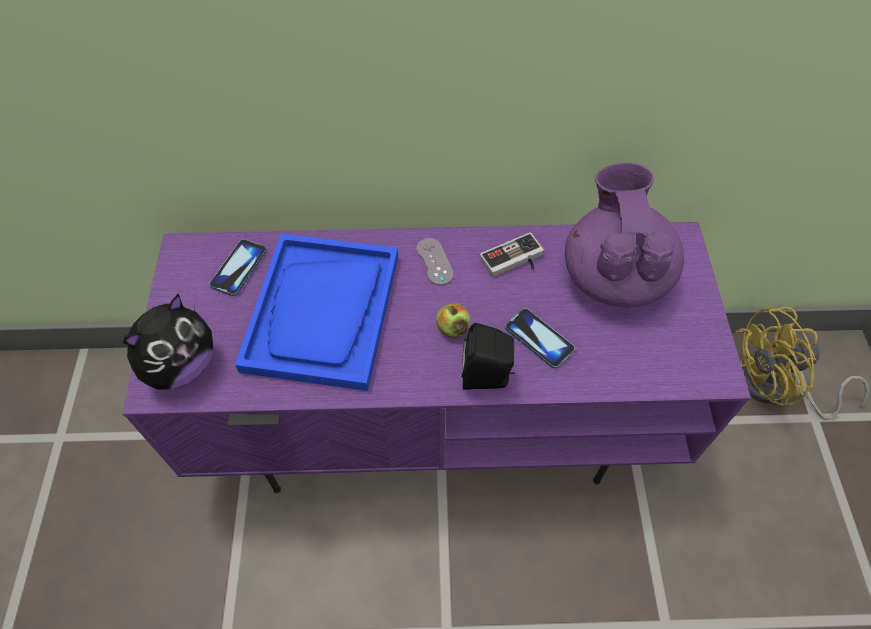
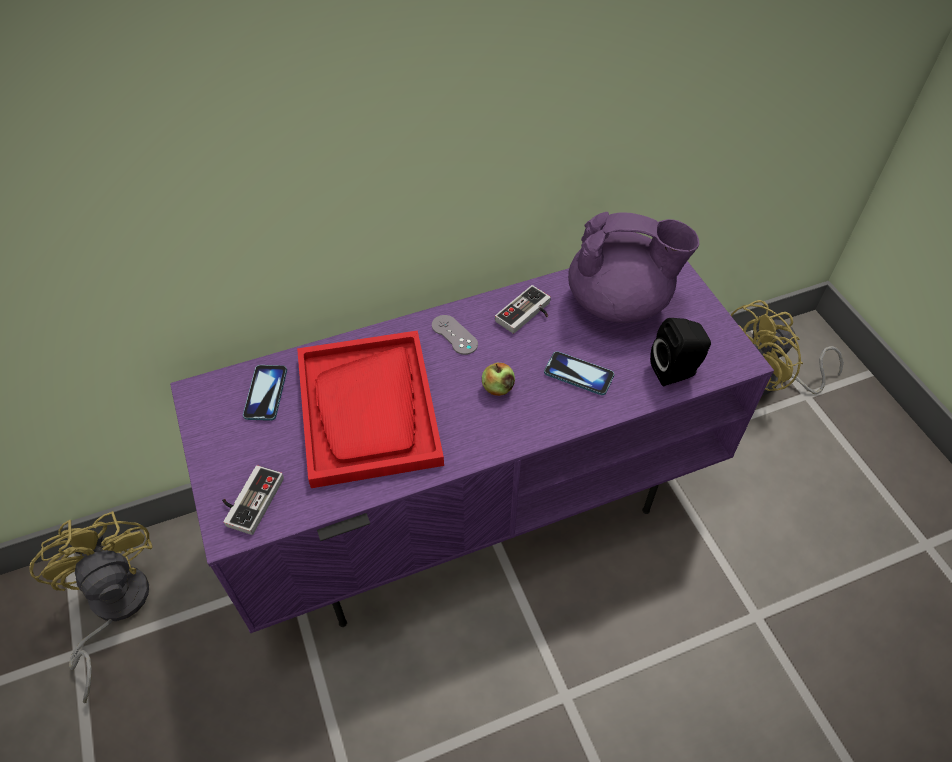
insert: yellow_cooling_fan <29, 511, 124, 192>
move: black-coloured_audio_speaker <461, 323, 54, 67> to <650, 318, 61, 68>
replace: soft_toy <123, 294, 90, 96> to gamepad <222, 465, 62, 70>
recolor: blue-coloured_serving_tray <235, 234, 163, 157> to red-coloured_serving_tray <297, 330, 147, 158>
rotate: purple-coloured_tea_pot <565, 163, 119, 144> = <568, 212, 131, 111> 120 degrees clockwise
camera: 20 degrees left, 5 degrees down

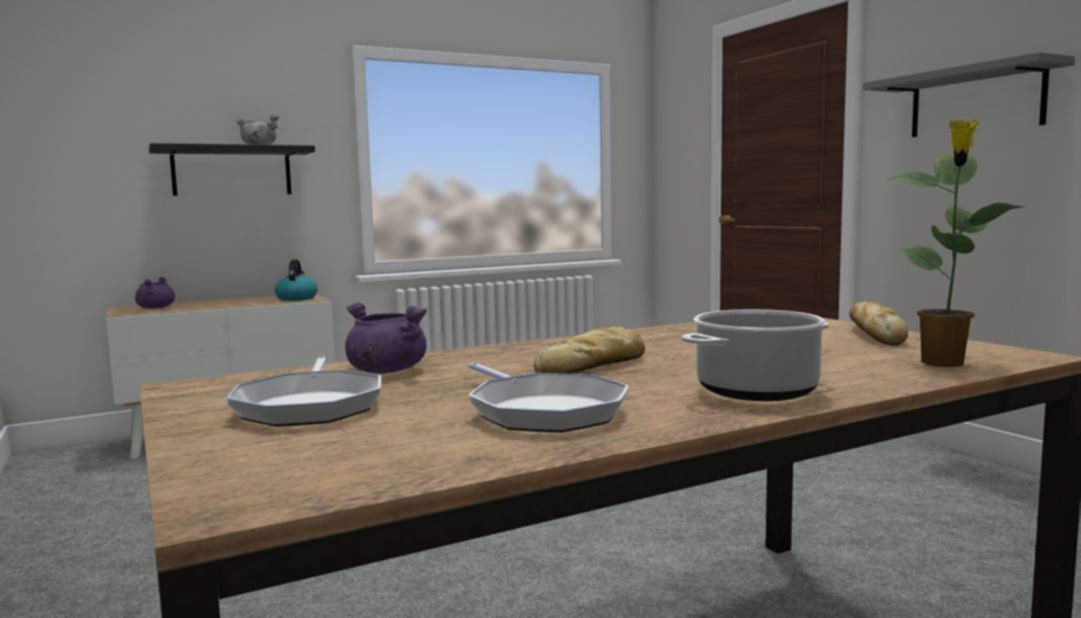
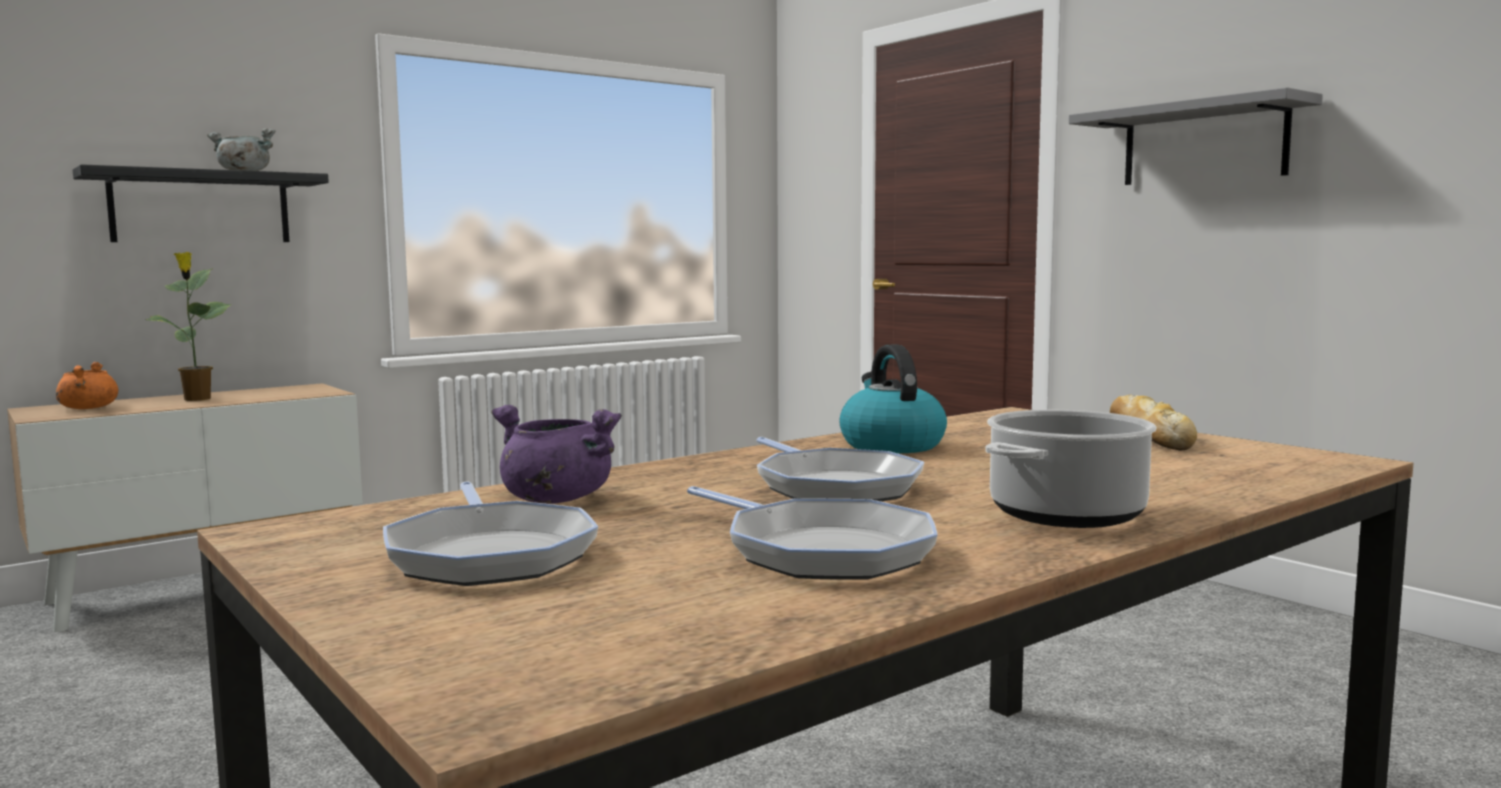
move: tea_kettle <275, 260, 43, 41> to <839, 345, 108, 108>; plant_in_a_pot <886, 120, 139, 247> to <146, 252, 85, 149>
replace: baked_bread <534, 326, 111, 48> to pan <756, 437, 168, 64>
recolor: purple-coloured_stockpot <135, 277, 40, 32> to orange_stockpot <56, 362, 62, 47>
camera: 10 degrees left, 0 degrees up

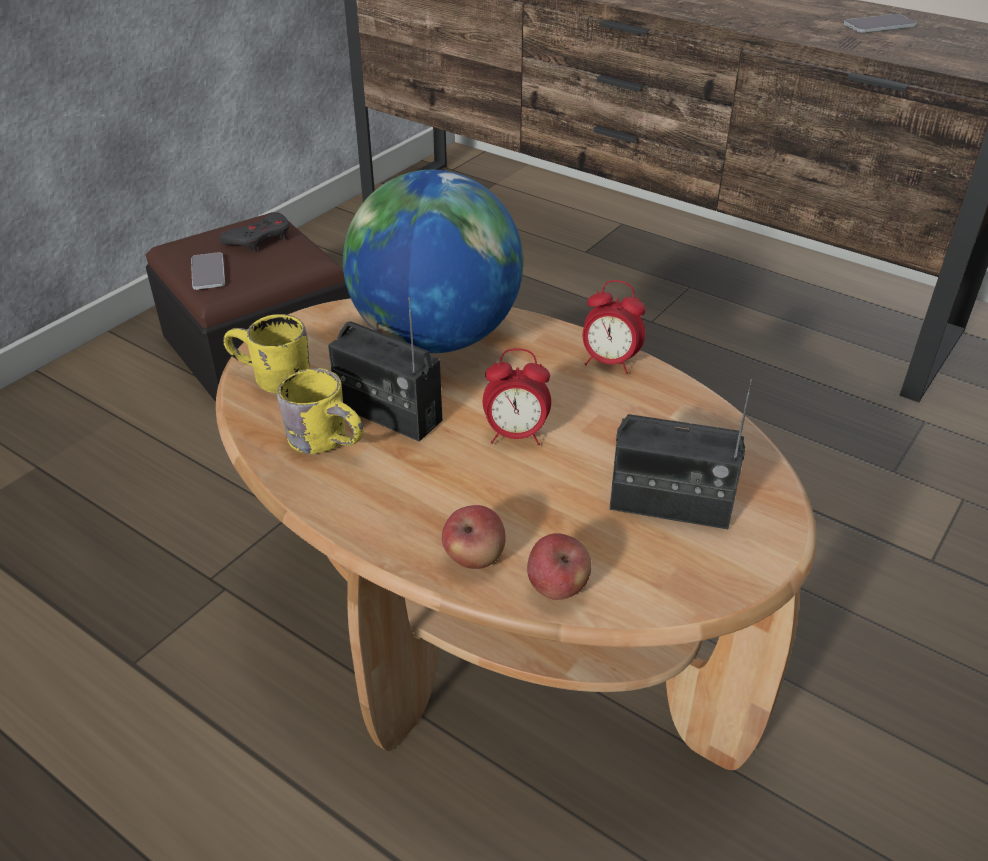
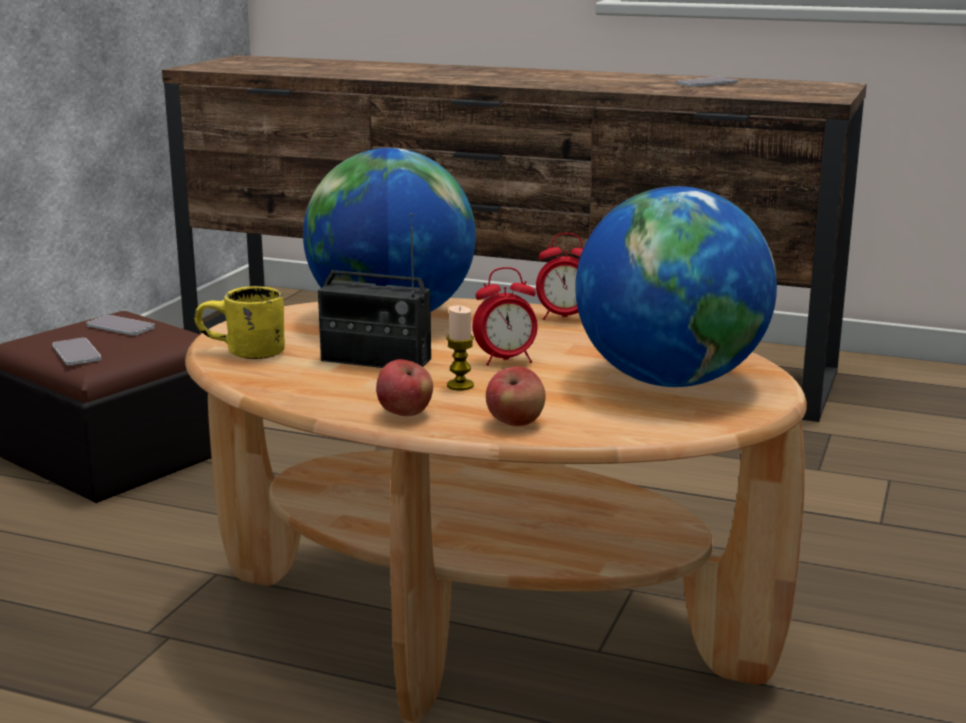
delete: yellow_tea_mug <277, 368, 87, 86>
insert: candle <446, 306, 28, 84>
move: apple <527, 533, 65, 67> to <376, 359, 57, 57>
replace: gray_gamepad <220, 213, 69, 39> to handset <86, 315, 69, 21>; radio_receiver <609, 379, 144, 150> to globe <575, 186, 202, 201>
camera: 15 degrees left, 20 degrees down

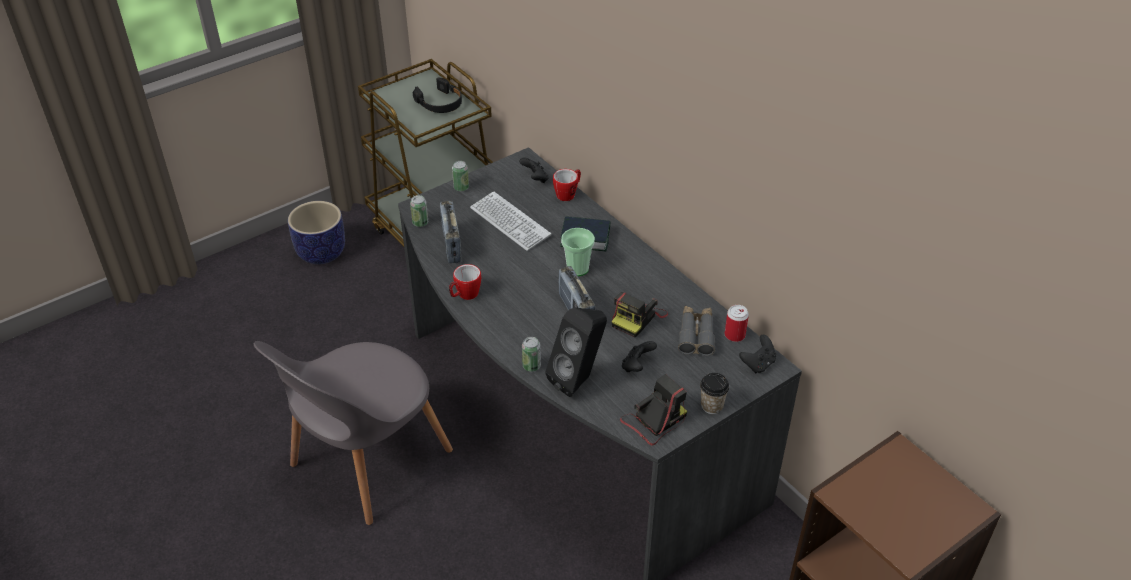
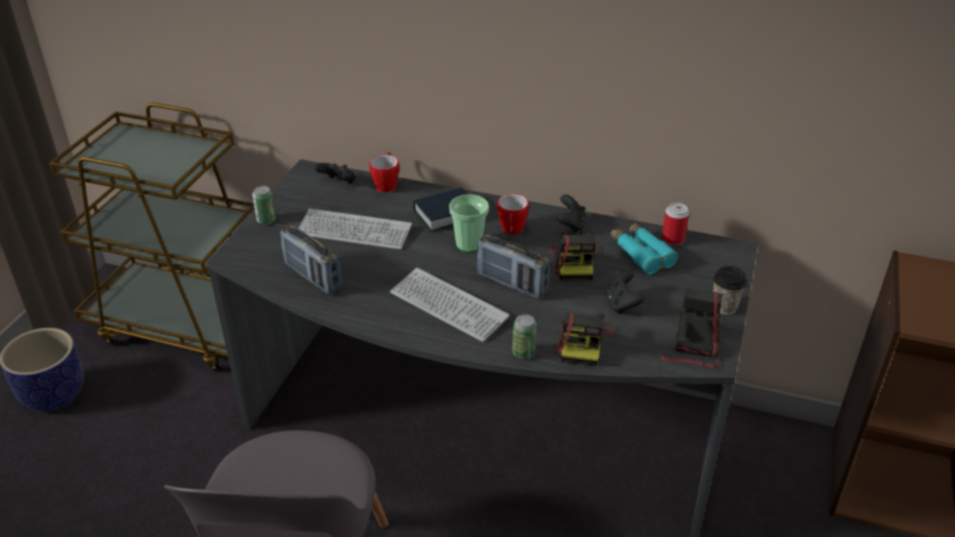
delete: sealed_can <410, 195, 18, 32>; black-coloured_headset <413, 77, 49, 36>
insert: computer_keyboard <390, 268, 120, 74>
move: tea_mug <449, 264, 32, 36> to <497, 194, 32, 40>; black-coloured_gamepad <739, 335, 37, 38> to <557, 195, 29, 38>
replace: black-coloured_audio_speaker <546, 308, 61, 89> to still_camera <557, 312, 57, 54>
recolor: gray_binoculars <678, 306, 37, 50> to turquoise_binoculars <611, 223, 67, 51>
camera: 35 degrees left, 5 degrees down

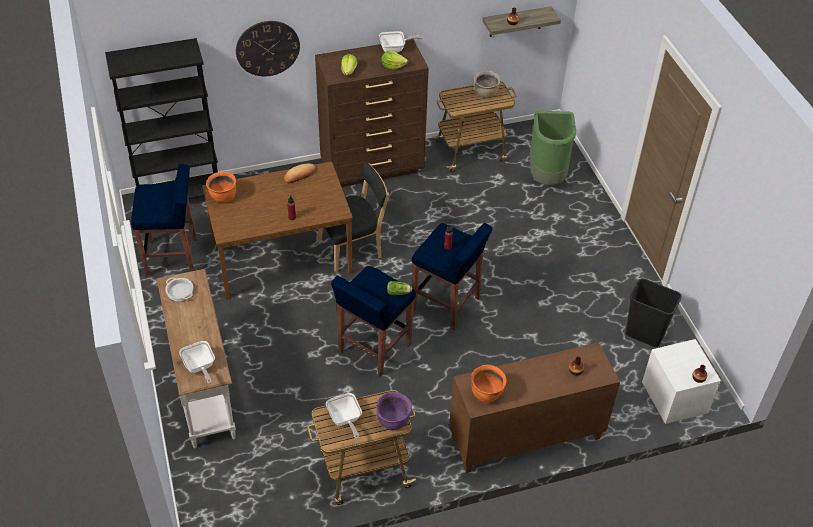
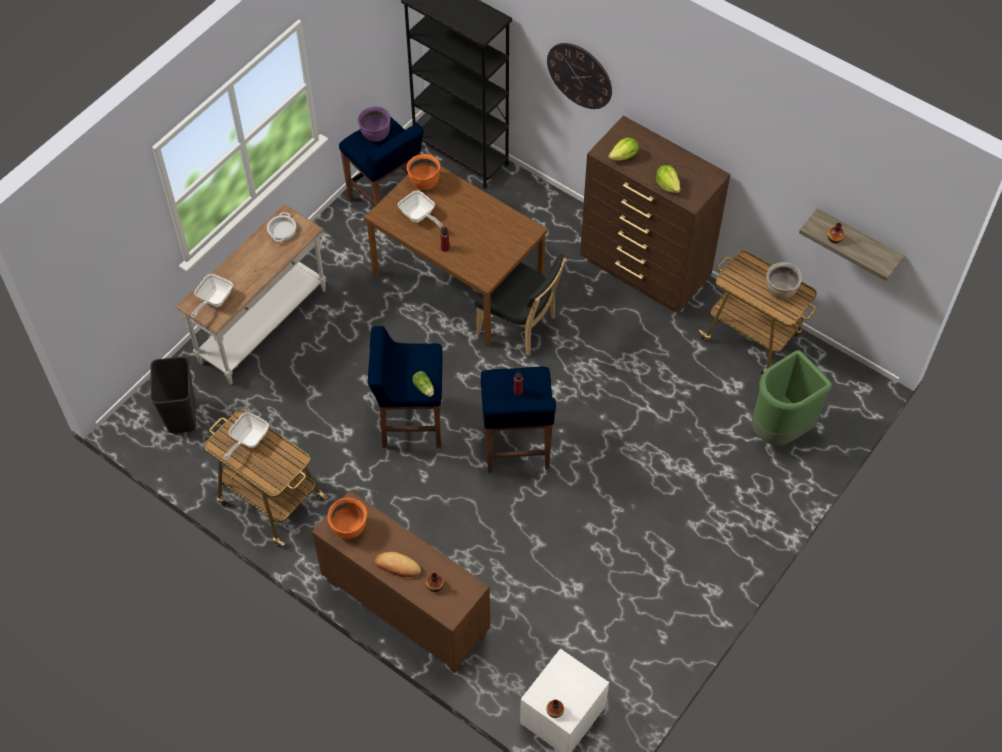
move: baked_bread <284, 164, 31, 19> to <375, 552, 46, 25>; purple-coloured_stockpot <376, 392, 36, 38> to <358, 106, 32, 36>; pan <379, 31, 43, 22> to <398, 190, 44, 37>; black-coloured_trash_can <626, 278, 56, 69> to <150, 357, 46, 76>
camera: 55 degrees right, 10 degrees up

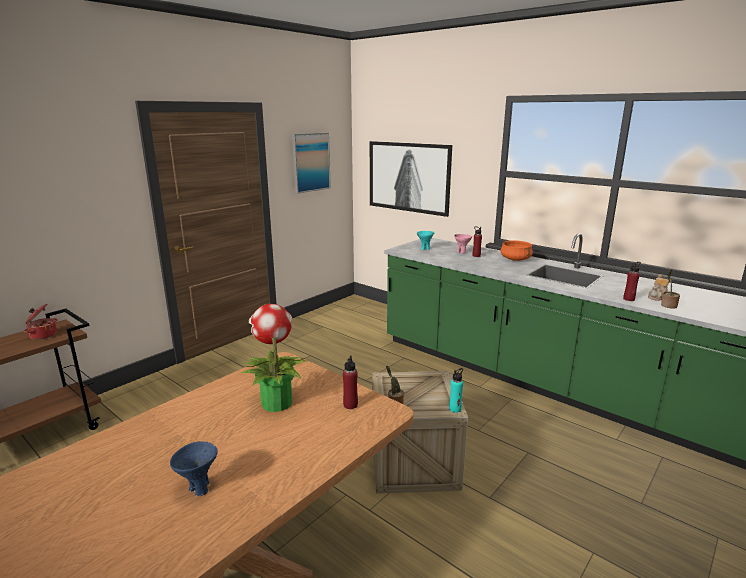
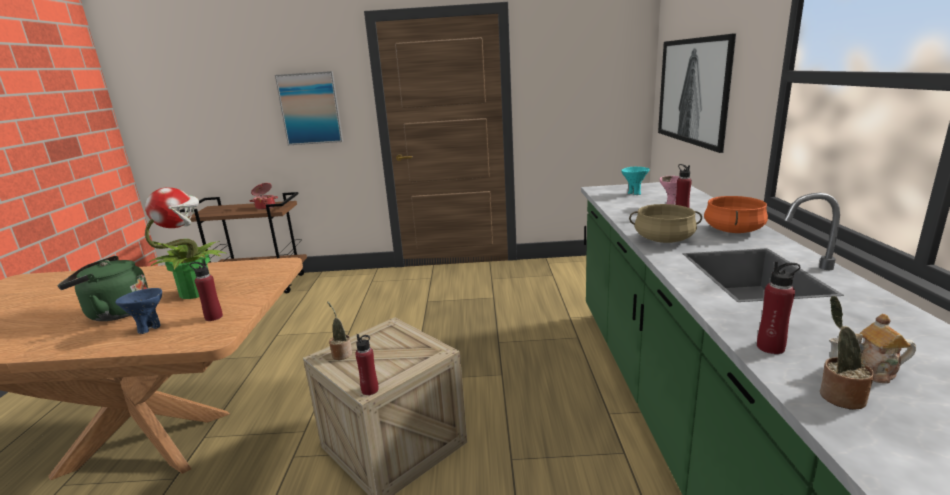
insert: green_tea_kettle <57, 256, 92, 65>; beige_stockpot <629, 204, 73, 39>
move: blue-coloured_bowl <170, 441, 48, 55> to <115, 288, 47, 46>; picture <292, 133, 39, 61> to <275, 71, 68, 74>
recolor: turquoise_beverage_bottle <449, 368, 14, 45> to red-coloured_beverage_bottle <355, 334, 24, 61>
camera: 50 degrees right, 0 degrees up

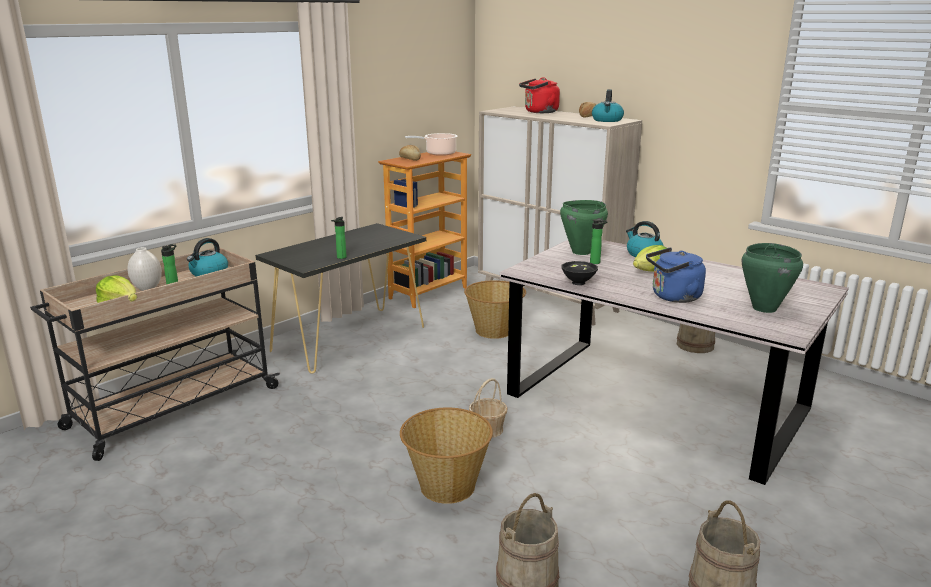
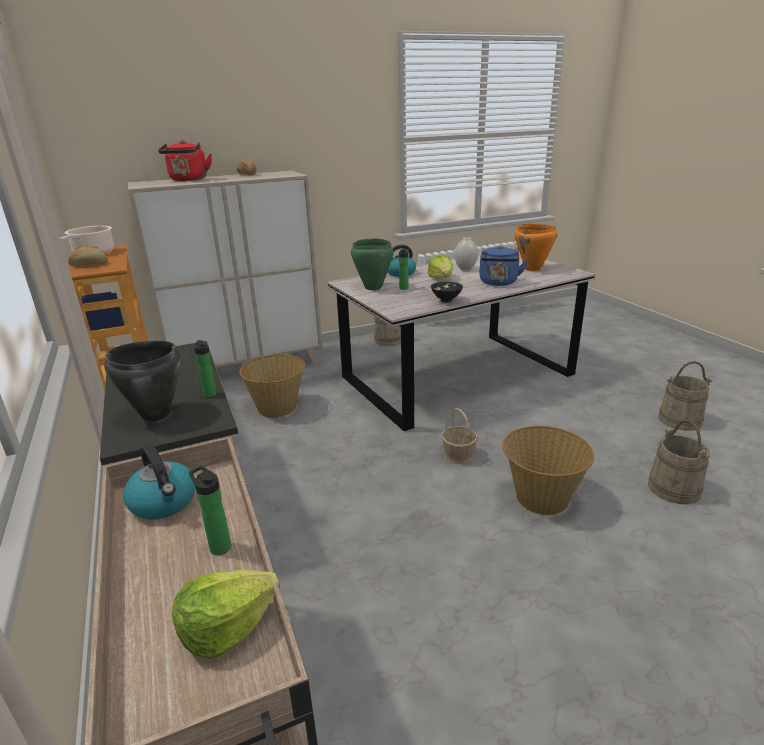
delete: tea_kettle <592, 89, 32, 33>
insert: black-coloured_stockpot <104, 341, 78, 81>
move: white-coloured_decorative_vase <127, 247, 35, 44> to <454, 237, 24, 34>
recolor: green_stockpot <742, 243, 61, 70> to orange_stockpot <515, 224, 42, 47>
camera: 65 degrees left, 5 degrees up

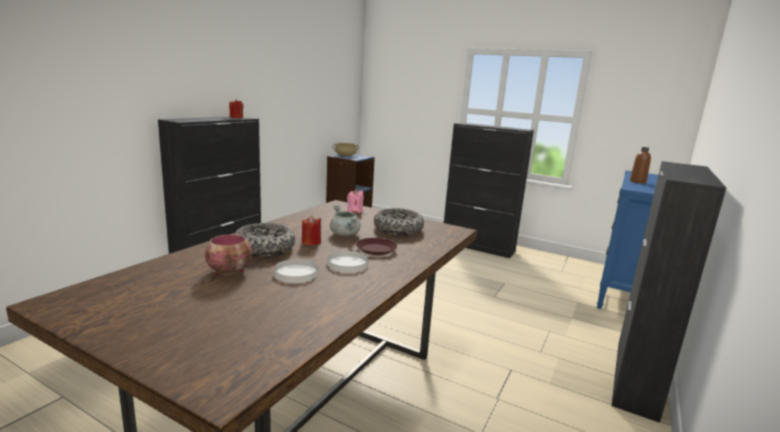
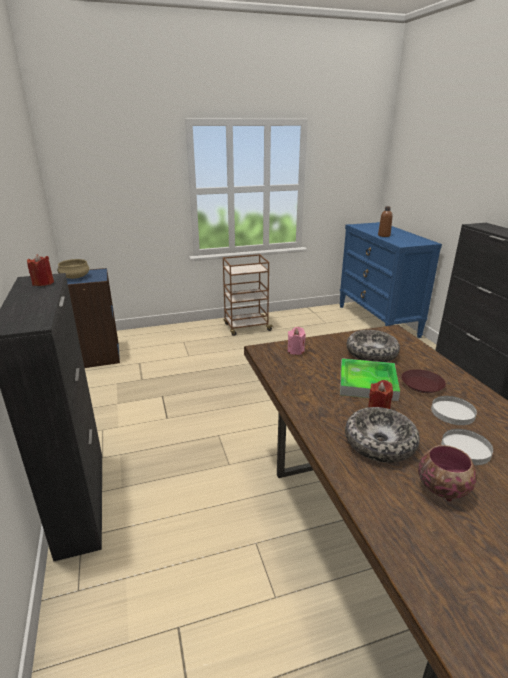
replace: gray_stockpot <330, 205, 31, 31> to serving_tray <340, 358, 60, 43>; black-coloured_storage_cabinet <444, 123, 90, 135> to brownish_trolley <223, 254, 51, 82>
camera: 45 degrees left, 10 degrees up

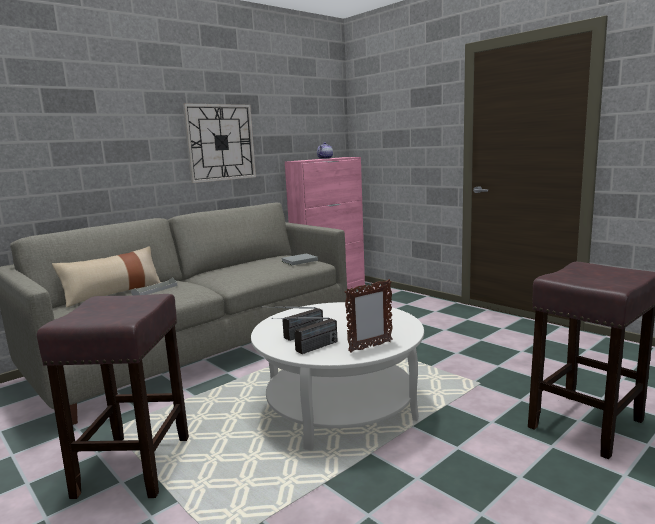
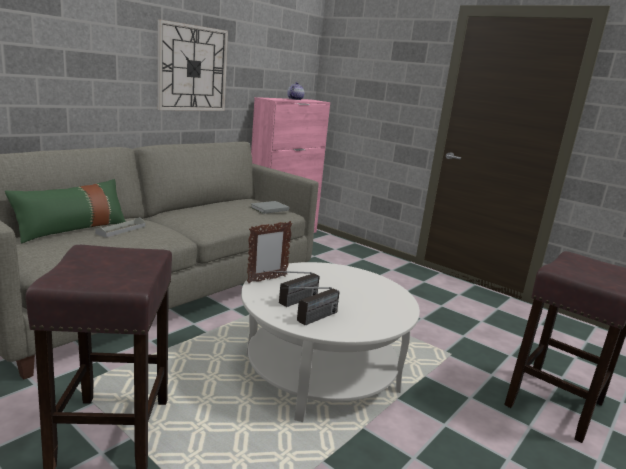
move: picture_frame <345, 279, 48, 74> to <247, 221, 45, 62>
recolor: beige_pillow <52, 246, 109, 62> to green_pillow <5, 179, 121, 64>
camera: 10 degrees left, 5 degrees up

